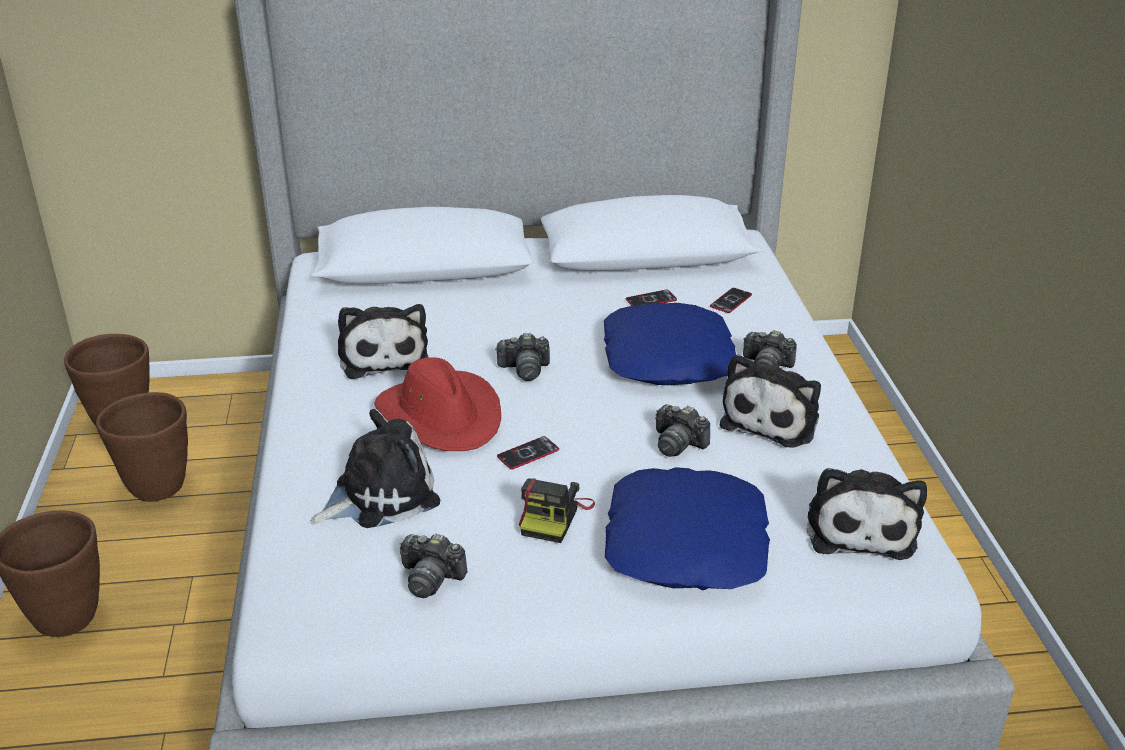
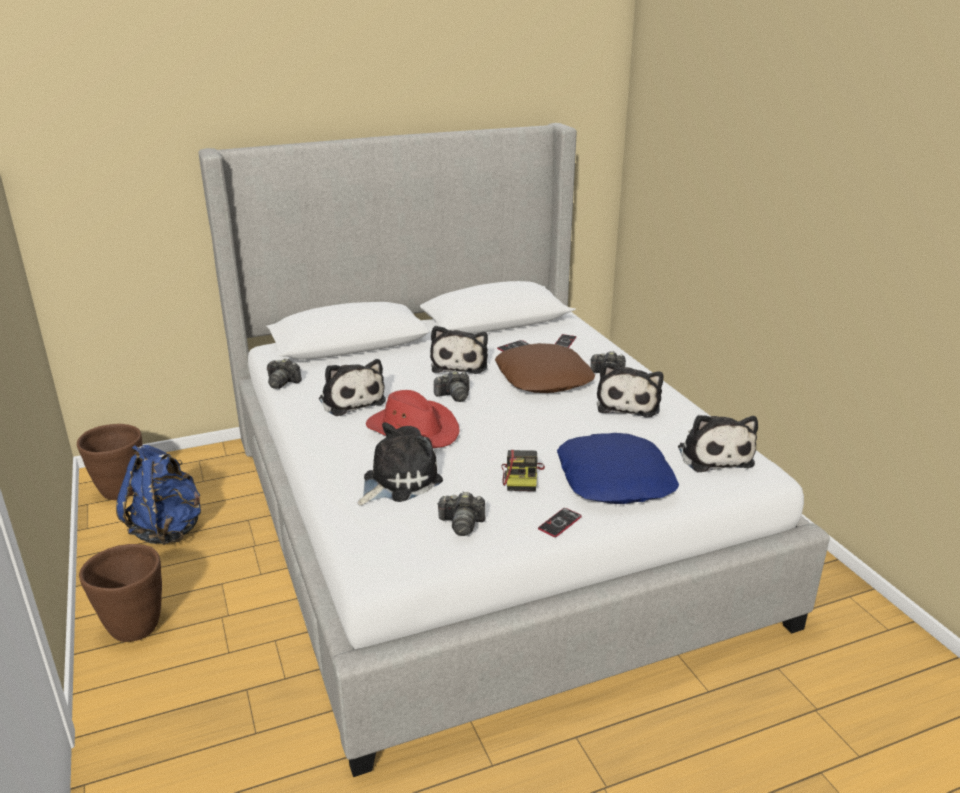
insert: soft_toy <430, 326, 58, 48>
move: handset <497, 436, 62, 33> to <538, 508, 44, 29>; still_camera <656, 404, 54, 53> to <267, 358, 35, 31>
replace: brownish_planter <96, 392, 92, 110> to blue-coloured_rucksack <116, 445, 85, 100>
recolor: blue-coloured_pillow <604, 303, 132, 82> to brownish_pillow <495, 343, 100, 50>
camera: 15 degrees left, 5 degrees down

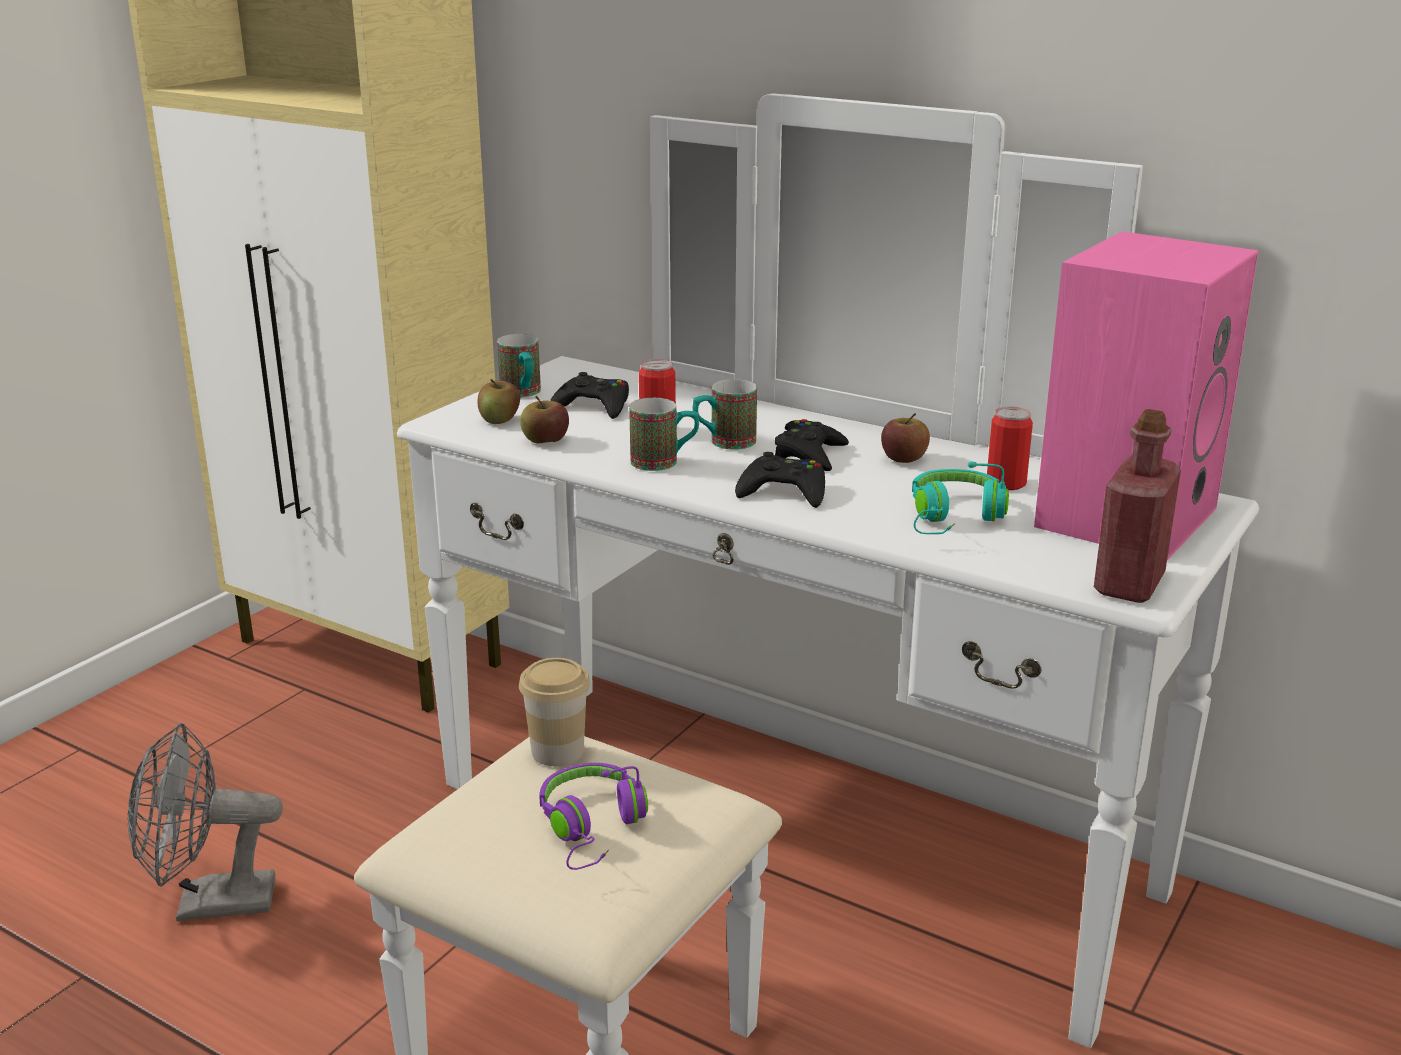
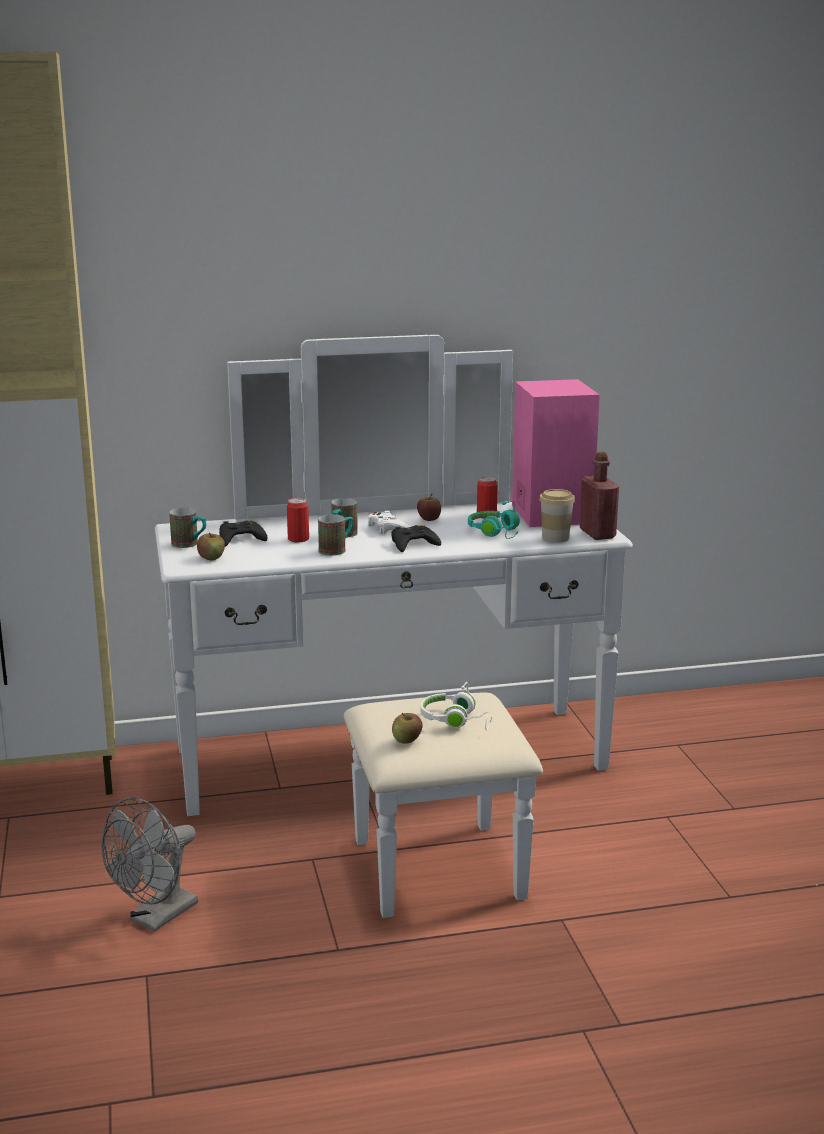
move: small_cup <519, 658, 71, 108> to <539, 489, 36, 54>; apple <520, 396, 49, 47> to <392, 713, 31, 31>
recolor: purple-coloured_headset <539, 763, 109, 107> to white-coloured_headset <420, 682, 72, 48>; black-coloured_gamepad <775, 419, 74, 52> to white-coloured_gamepad <368, 511, 42, 23>
camera: 45 degrees left, 5 degrees down

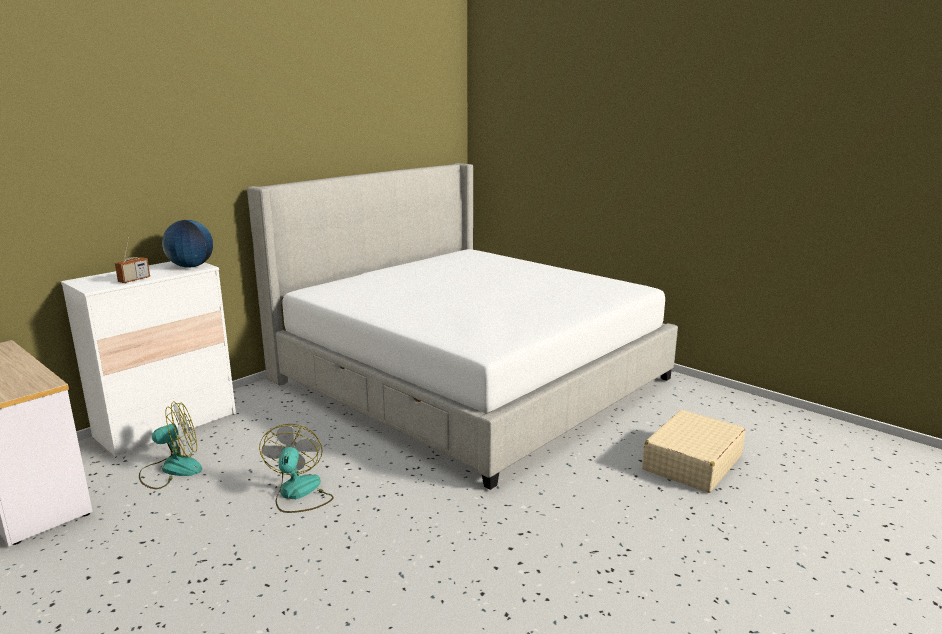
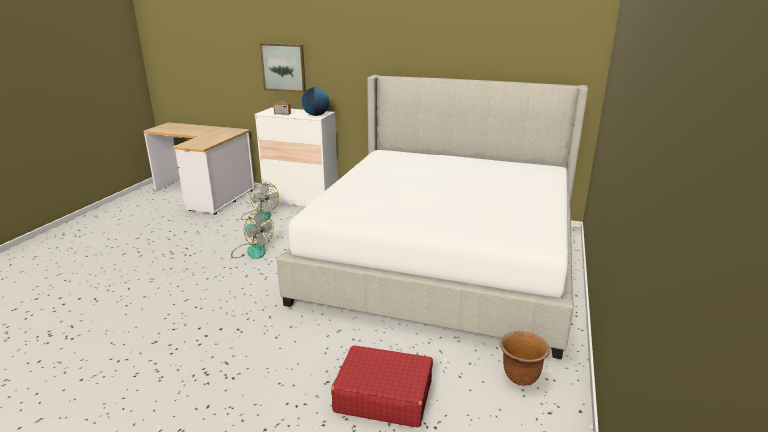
insert: picture <260, 43, 46, 50>; brownish_planter <500, 331, 50, 55>
recolor: beige_travel_case <642, 410, 103, 83> to red-coloured_travel_case <331, 346, 102, 82>
rotate: cooling_fan <259, 424, 75, 89> = <231, 211, 43, 48> 60 degrees clockwise
camera: 65 degrees right, 5 degrees up

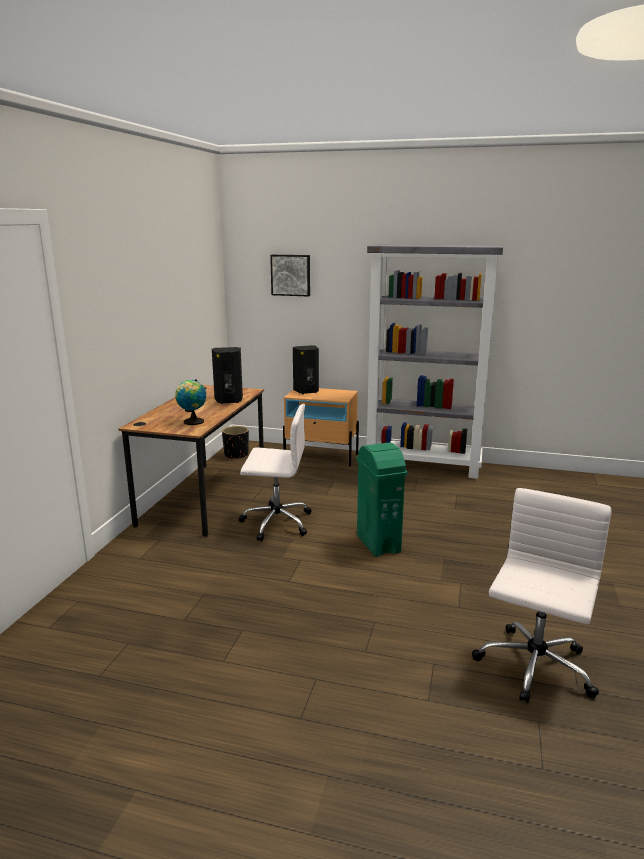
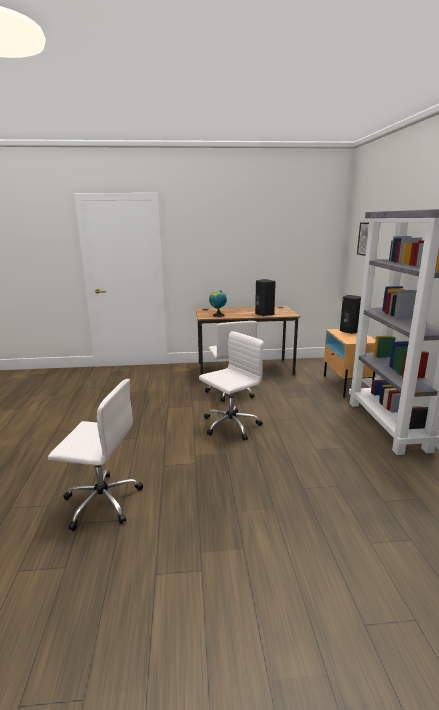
delete: black-coloured_planter <222, 426, 27, 33>
replace: green_trash_can <356, 443, 52, 114> to white-coloured_office_chair <199, 331, 65, 110>
camera: 70 degrees right, 0 degrees up

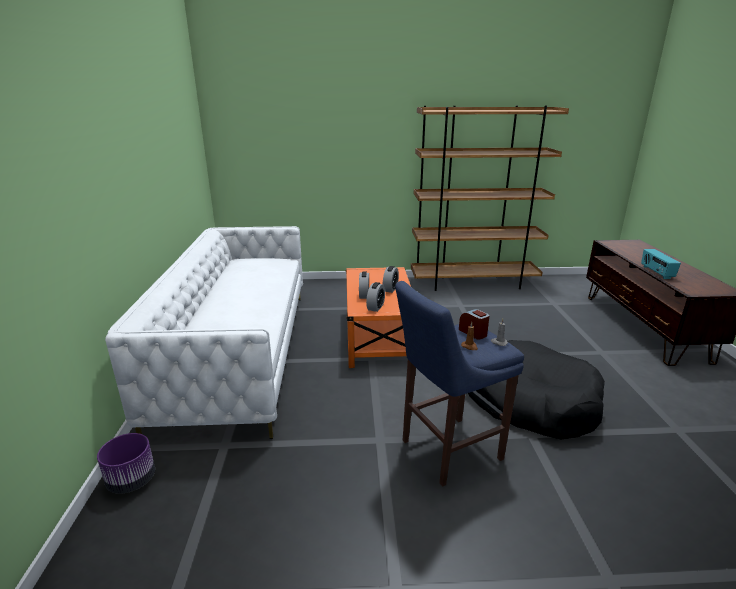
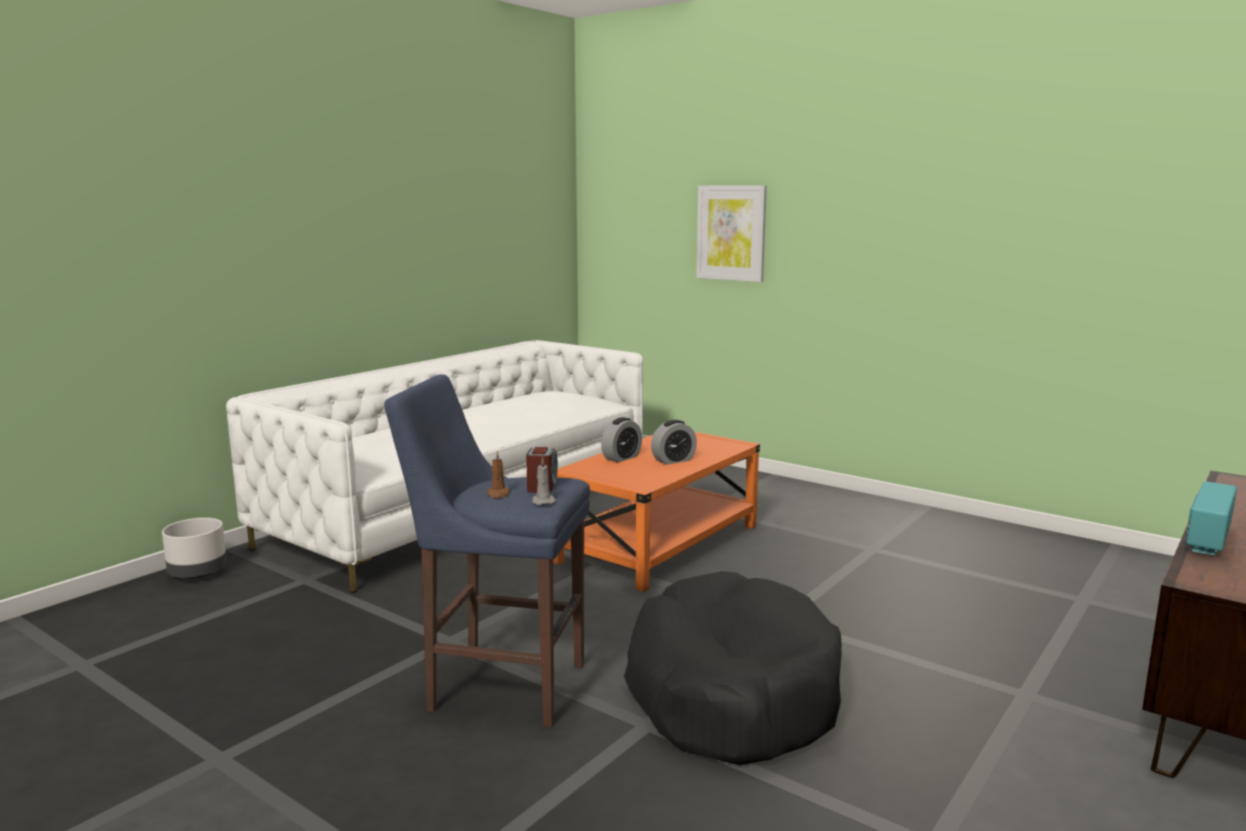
delete: table_clock <366, 282, 19, 30>; brownish_bookshelf <411, 106, 158, 185>
insert: picture <697, 185, 70, 97>
recolor: purple-coloured_planter <97, 433, 58, 61> to gray_planter <162, 518, 65, 61>
camera: 40 degrees right, 10 degrees down

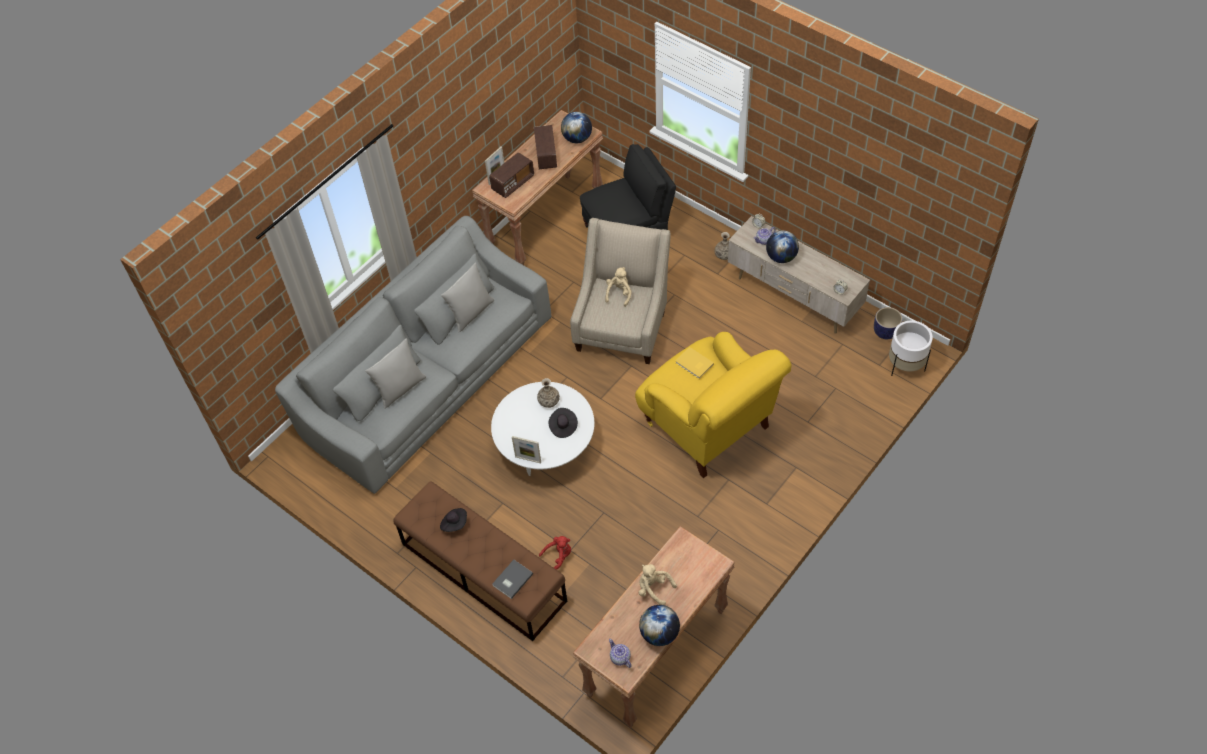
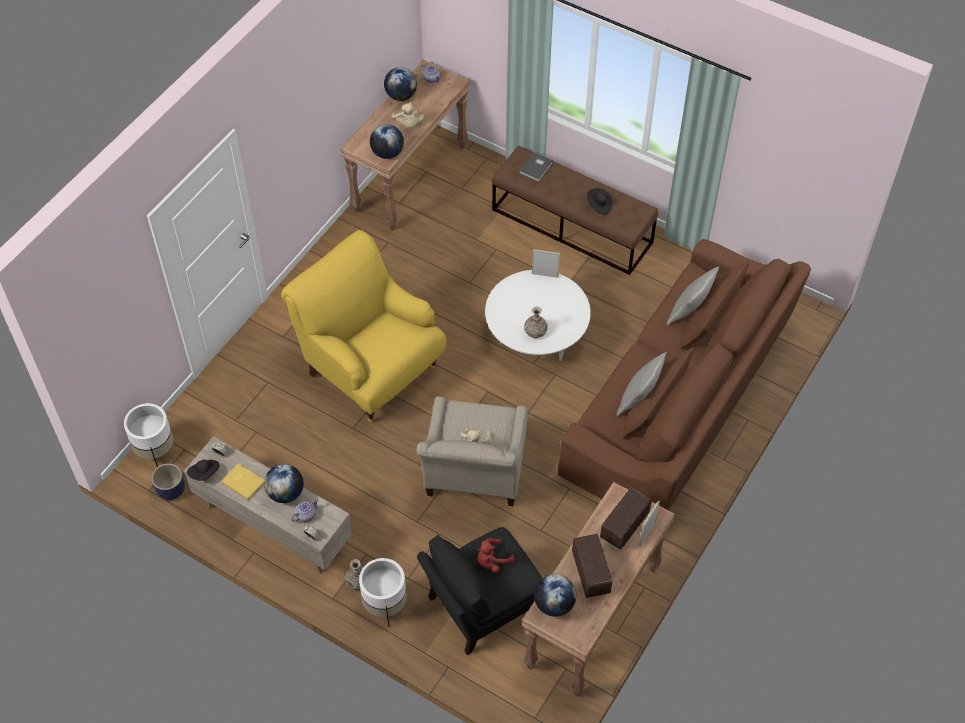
insert: white-coloured_planter <359, 558, 48, 69>; globe <370, 124, 34, 35>
move: red-coloured_soft_toy <539, 536, 32, 34> to <478, 538, 36, 35>; black-coloured_hat <549, 408, 29, 30> to <187, 459, 32, 22>; yellow_volume <675, 347, 39, 32> to <221, 463, 43, 38>
recolor: gray_sofa <275, 216, 277, 278> to brownish_sofa <558, 239, 253, 271>
rotate: beige_soft_toy <638, 564, 39, 41> = <392, 102, 32, 26> 45 degrees clockwise
camera: 170 degrees right, 0 degrees up

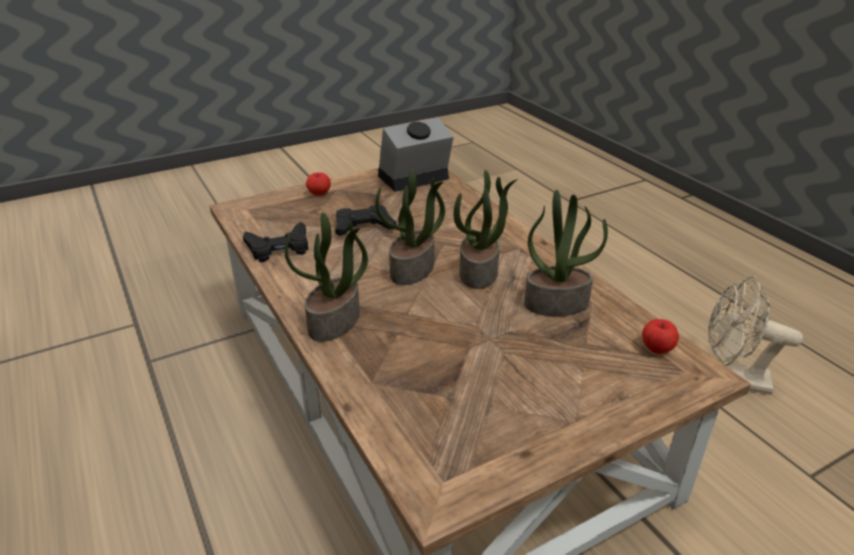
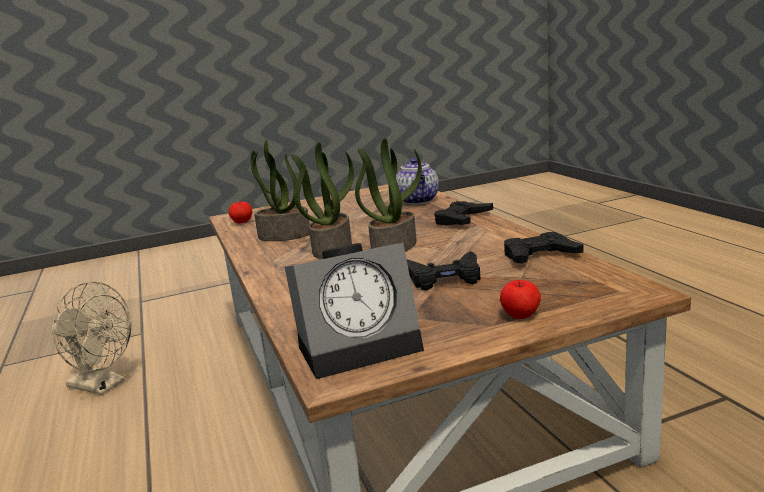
insert: tea_pot <396, 158, 43, 46>
replace: plant_in_a_pot <284, 213, 84, 129> to black-coloured_gamepad <434, 201, 59, 25>
camera: 170 degrees left, 15 degrees down

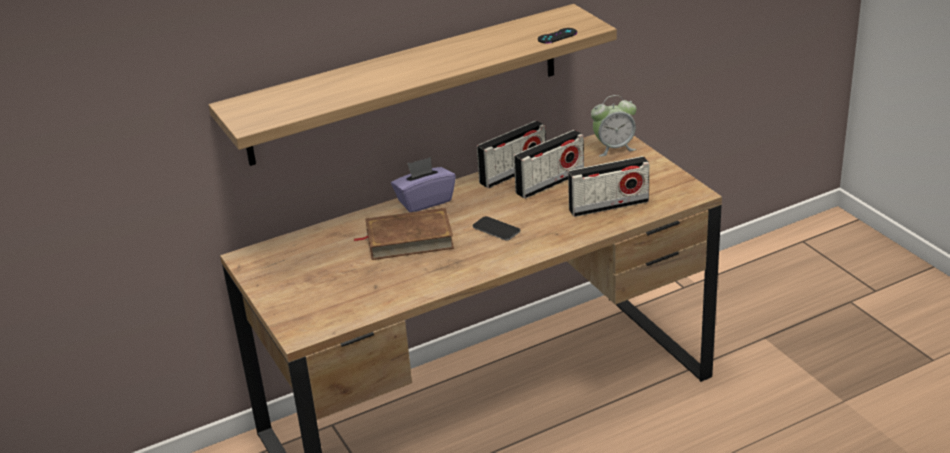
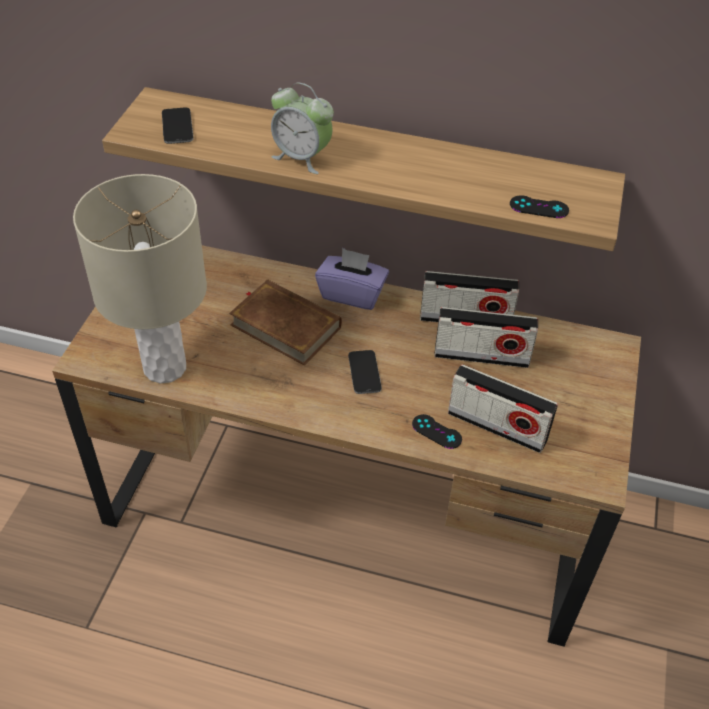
insert: beige_lamp_for_a_table <73, 174, 134, 210>; handset <162, 107, 31, 37>; black-coloured_gamepad <412, 414, 50, 35>
move: table_clock <591, 95, 45, 62> to <271, 82, 63, 92>
camera: 40 degrees right, 15 degrees up

